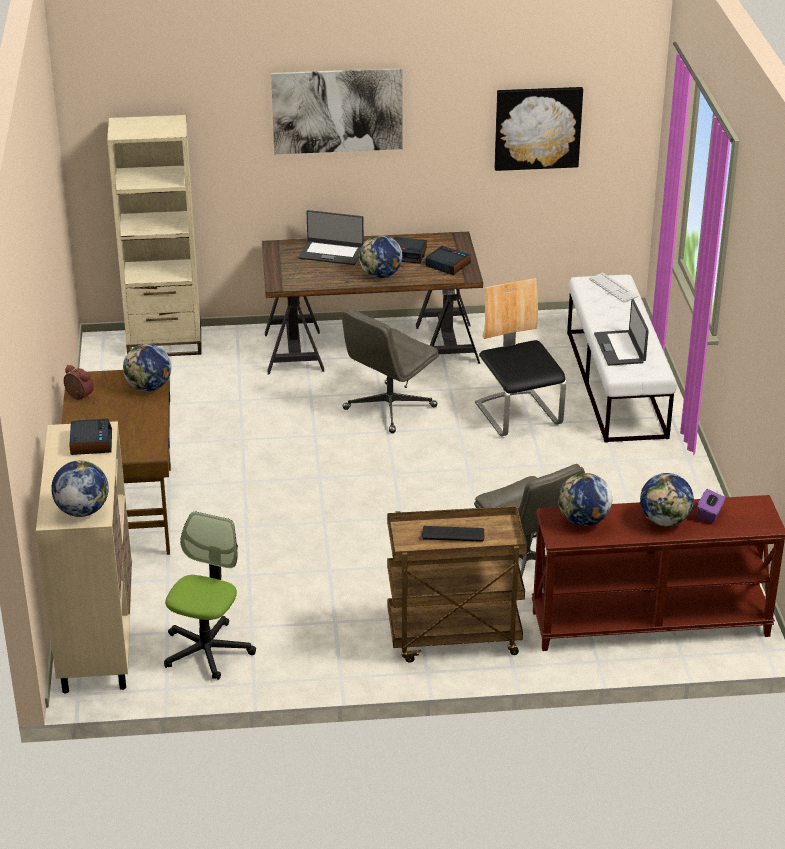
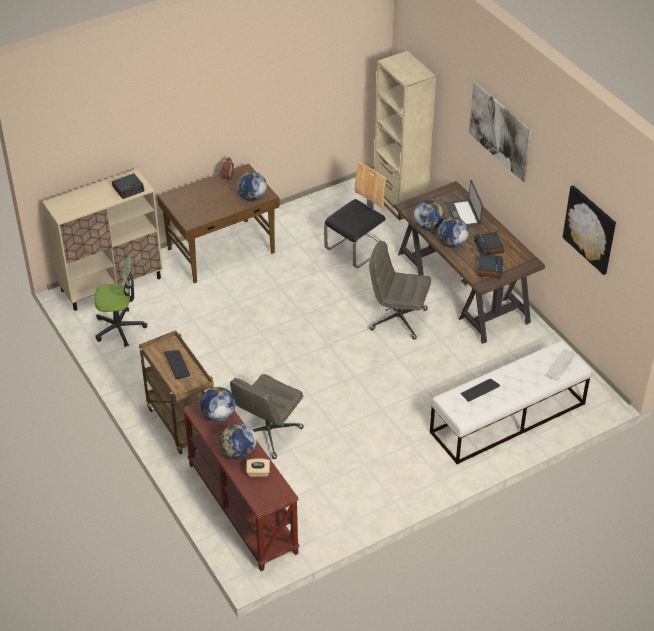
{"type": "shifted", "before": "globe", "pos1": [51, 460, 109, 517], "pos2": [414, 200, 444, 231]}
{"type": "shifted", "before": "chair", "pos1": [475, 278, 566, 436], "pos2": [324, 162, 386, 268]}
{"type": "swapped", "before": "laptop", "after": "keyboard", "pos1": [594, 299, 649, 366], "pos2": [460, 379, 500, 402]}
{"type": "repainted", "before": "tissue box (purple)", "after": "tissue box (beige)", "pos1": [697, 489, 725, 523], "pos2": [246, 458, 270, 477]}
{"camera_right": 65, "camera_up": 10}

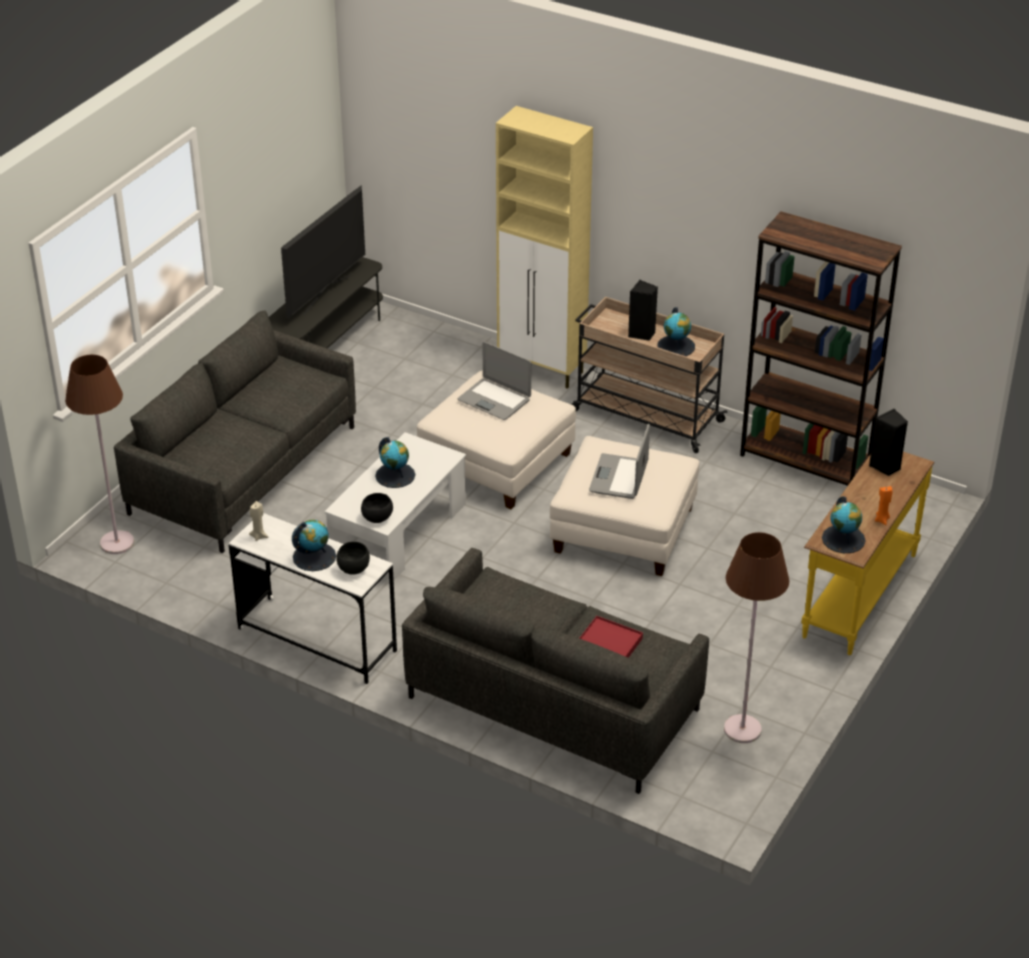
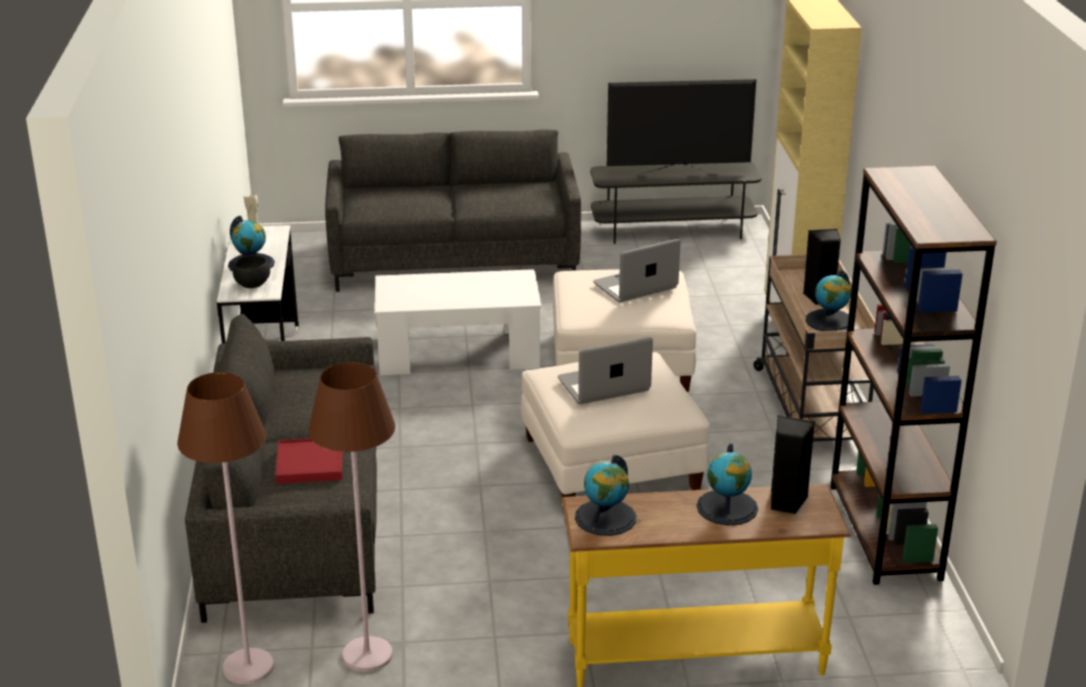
{"type": "shifted", "before": "floor lamp (brown)", "pos1": [65, 355, 134, 554], "pos2": [177, 372, 274, 684]}
{"type": "gone", "before": "bowl (black)", "pos1": [361, 493, 393, 523]}
{"type": "shifted", "before": "globe", "pos1": [375, 437, 415, 488], "pos2": [696, 443, 758, 525]}
{"type": "rotated", "before": "laptop", "pos1": [458, 342, 531, 420], "pos2": [593, 239, 681, 302], "turn": 60}
{"type": "gone", "before": "candle (orange)", "pos1": [875, 486, 892, 525]}
{"camera_right": 55, "camera_up": -10}

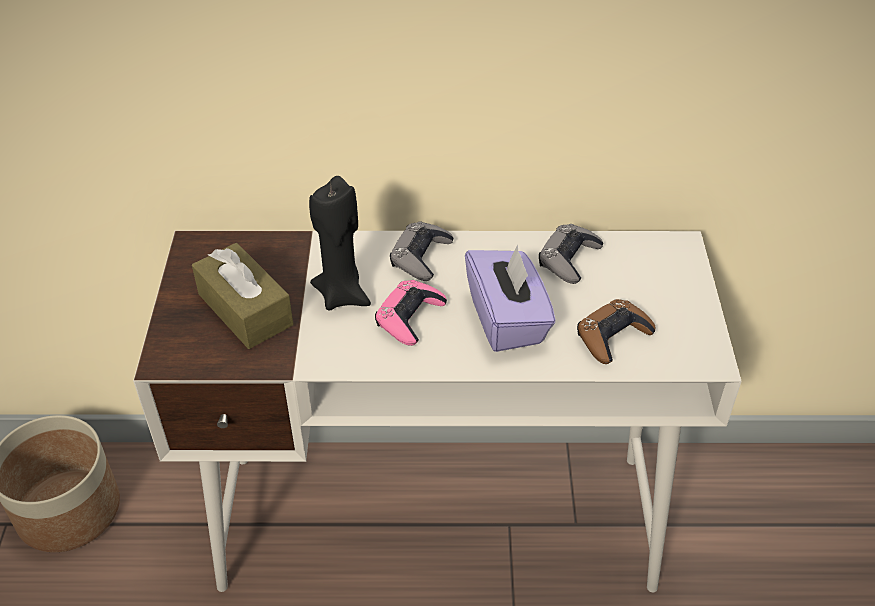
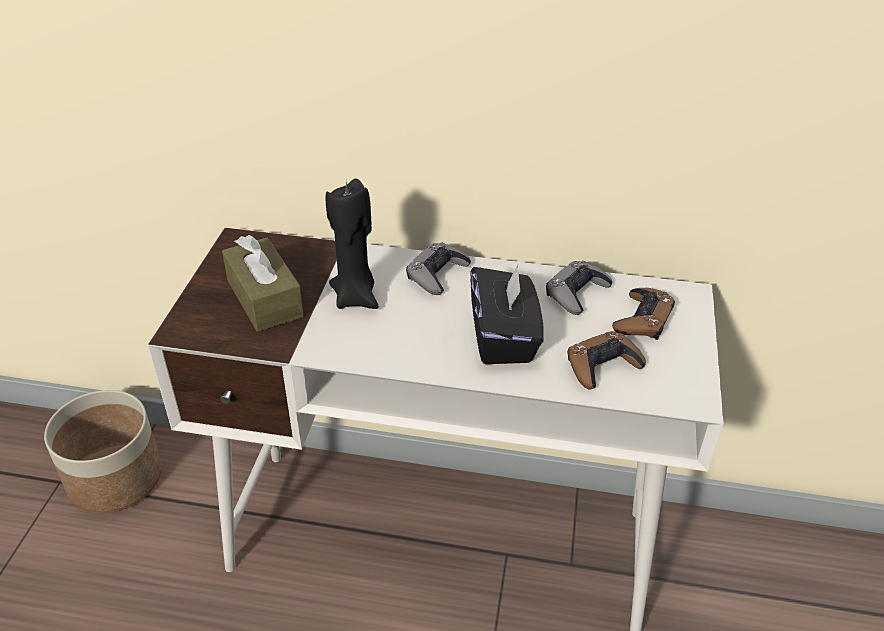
{"type": "gone", "before": "game controller (pink)", "pos1": [375, 280, 447, 346]}
{"type": "repainted", "before": "tissue box (purple)", "after": "tissue box (black)", "pos1": [465, 244, 556, 352], "pos2": [470, 265, 544, 364]}
{"type": "new", "after": "game controller (brown)", "pos2": [612, 288, 675, 340]}
{"camera_right": 10, "camera_up": -5}

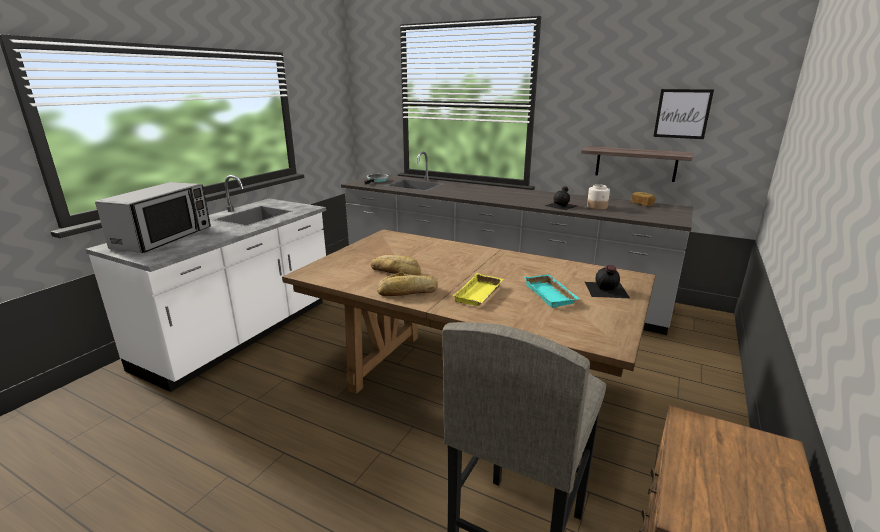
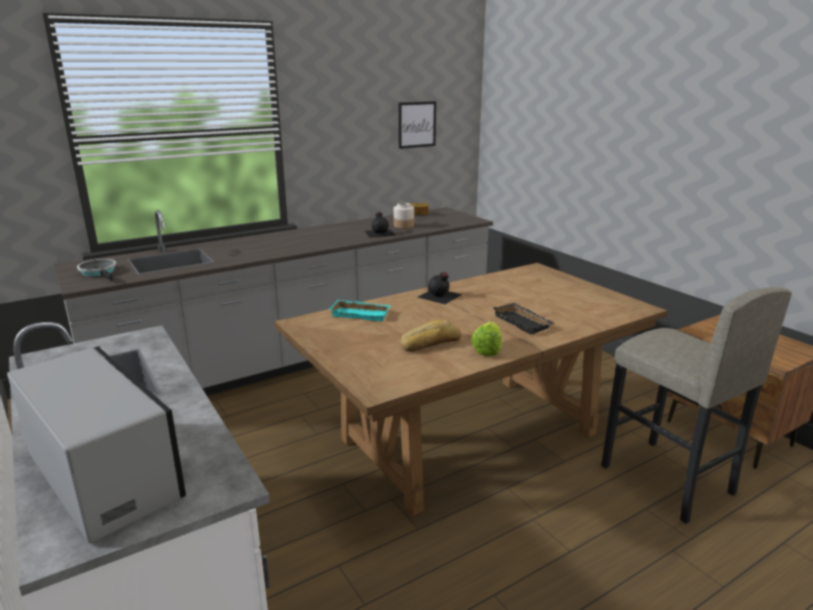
{"type": "swapped", "before": "bread", "after": "lettuce", "pos1": [377, 272, 438, 296], "pos2": [471, 322, 502, 356]}
{"type": "repainted", "before": "tray (yellow)", "after": "tray (black)", "pos1": [453, 273, 503, 306], "pos2": [493, 303, 554, 335]}
{"type": "shifted", "before": "tray (turquoise)", "pos1": [524, 274, 580, 308], "pos2": [329, 300, 391, 321]}
{"type": "gone", "before": "shelf", "pos1": [581, 146, 693, 182]}
{"type": "shifted", "before": "bottle (black)", "pos1": [585, 265, 630, 298], "pos2": [418, 272, 462, 304]}
{"camera_right": -60, "camera_up": 0}

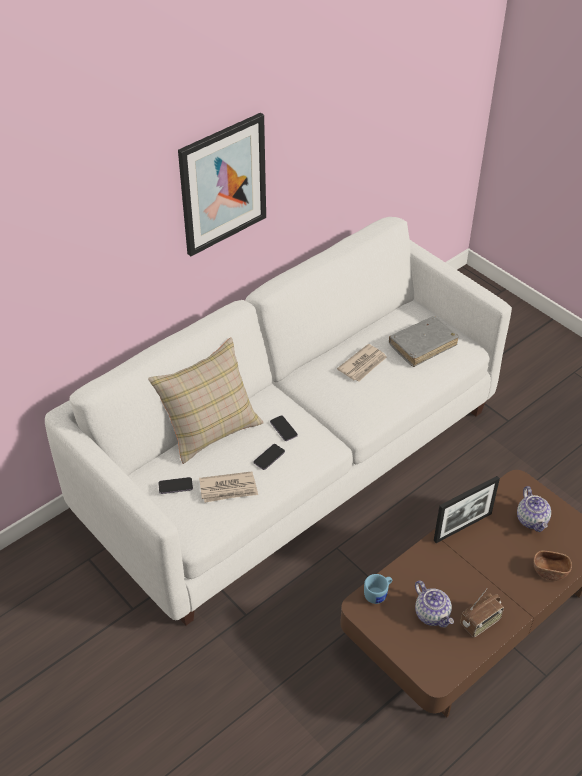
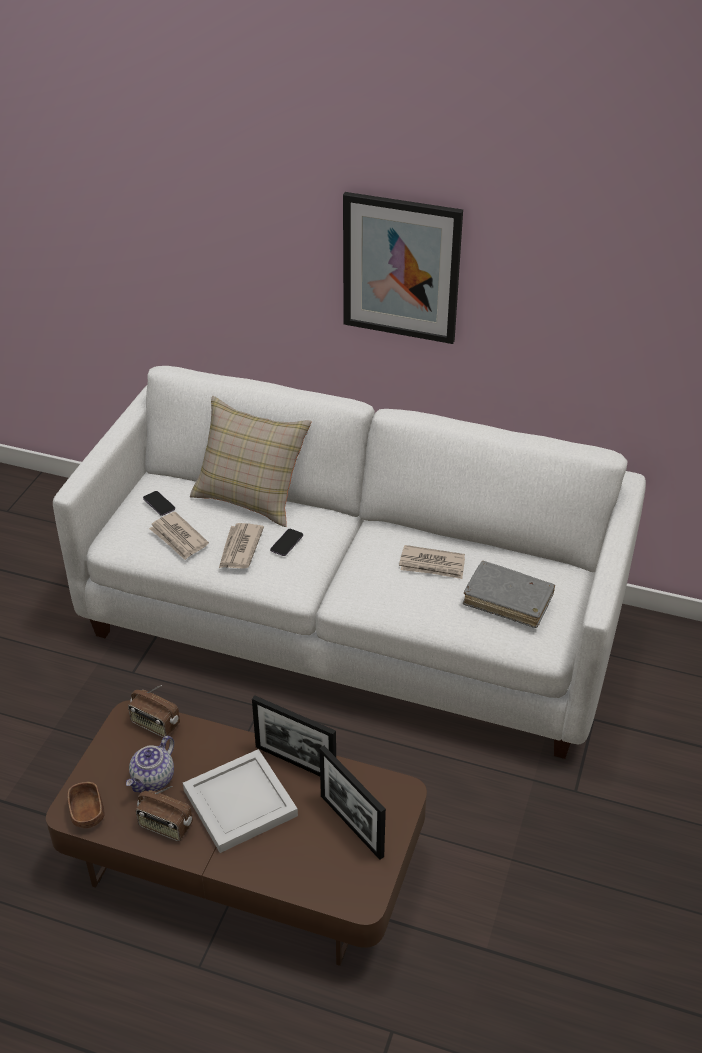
{"type": "swapped", "before": "phone", "after": "newspaper", "pos1": [254, 444, 285, 470], "pos2": [219, 523, 264, 569]}
{"type": "swapped", "before": "mug (blue)", "after": "radio", "pos1": [364, 574, 392, 604], "pos2": [128, 685, 180, 737]}
{"type": "swapped", "before": "teapot", "after": "picture frame", "pos1": [517, 486, 551, 532], "pos2": [320, 746, 386, 860]}
{"type": "shifted", "before": "bowl (brown)", "pos1": [533, 551, 572, 580], "pos2": [67, 782, 105, 828]}
{"type": "new", "after": "tray (white)", "pos2": [183, 749, 298, 853]}
{"camera_right": 60, "camera_up": -5}

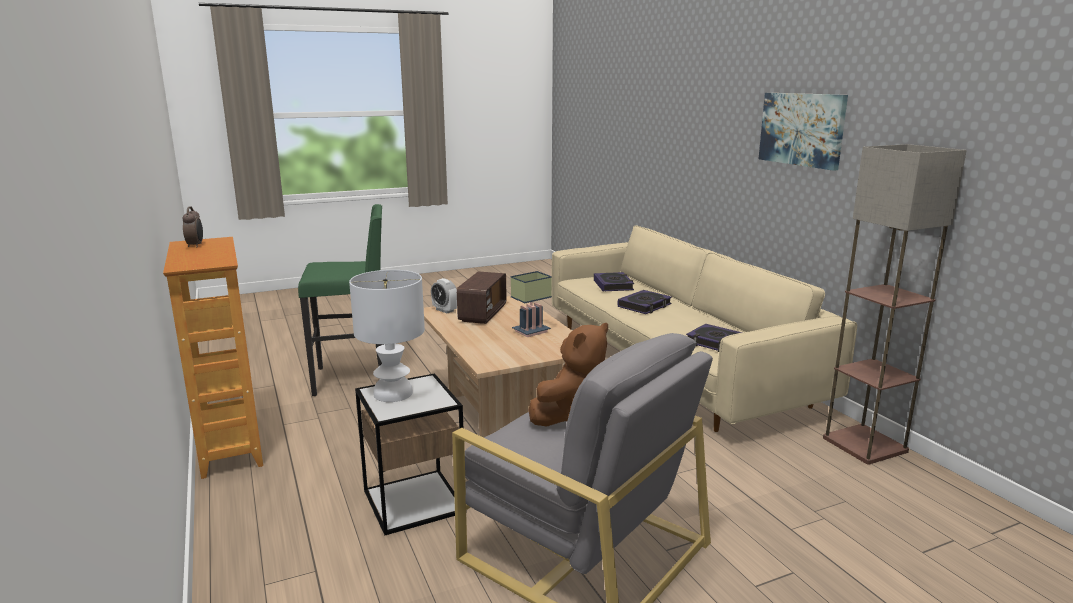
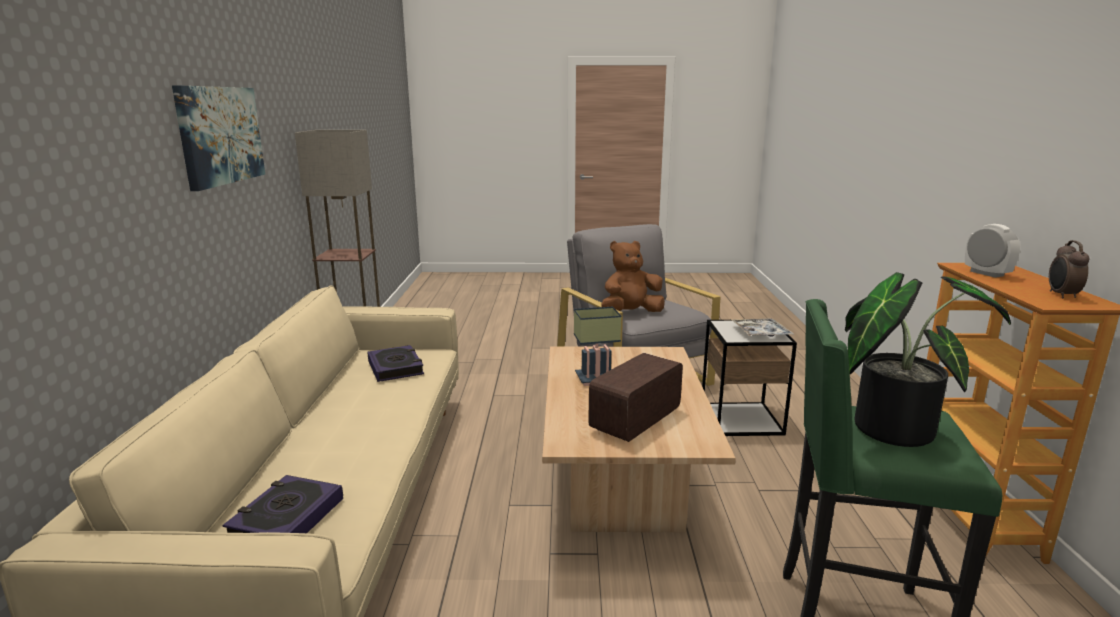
{"type": "swapped", "before": "table lamp (white)", "after": "tray", "pos1": [349, 270, 425, 402], "pos2": [731, 319, 794, 336]}
{"type": "shifted", "before": "alarm clock", "pos1": [431, 278, 457, 313], "pos2": [965, 224, 1020, 278]}
{"type": "gone", "before": "book", "pos1": [618, 290, 672, 314]}
{"type": "new", "after": "potted plant", "pos2": [845, 272, 1011, 447]}
{"camera_right": -155, "camera_up": 0}

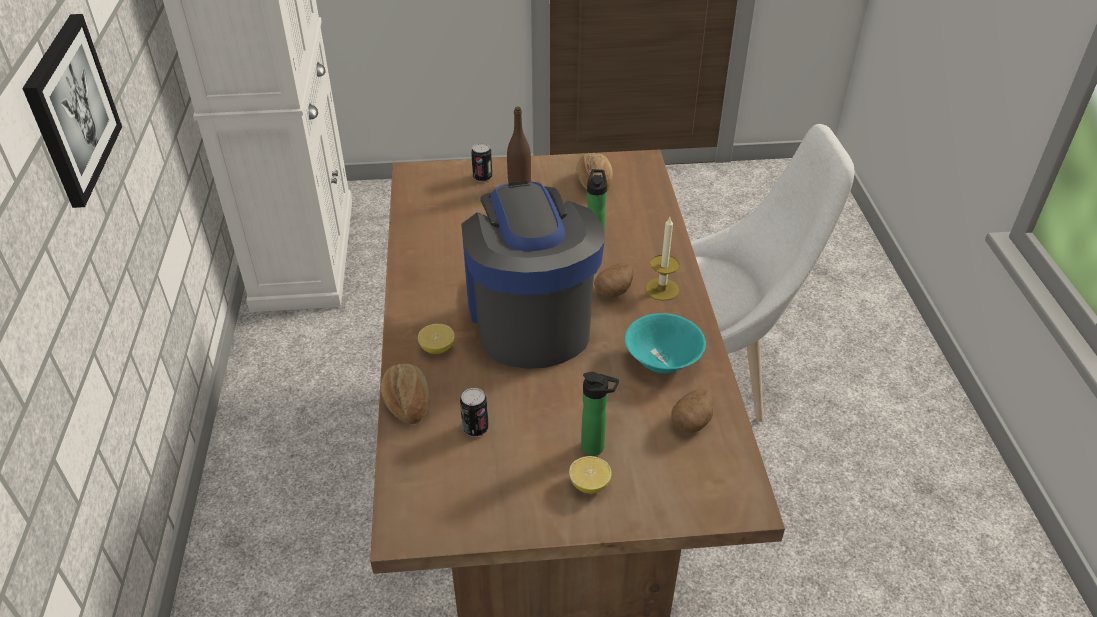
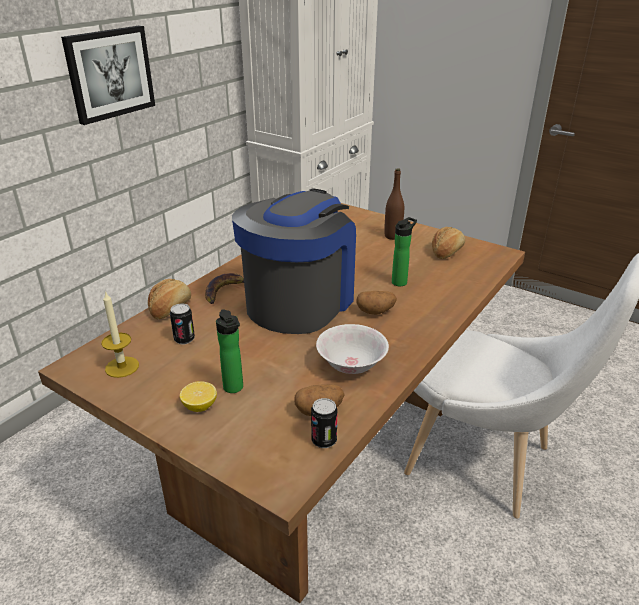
{"type": "swapped", "before": "lemon", "after": "banana", "pos1": [418, 324, 455, 354], "pos2": [205, 273, 244, 304]}
{"type": "shifted", "before": "can", "pos1": [471, 143, 492, 182], "pos2": [311, 398, 337, 448]}
{"type": "repainted", "before": "bowl (turquoise)", "after": "bowl (white)", "pos1": [625, 313, 706, 373], "pos2": [316, 324, 389, 374]}
{"type": "shifted", "before": "candle", "pos1": [645, 217, 680, 301], "pos2": [101, 291, 139, 378]}
{"camera_right": 40, "camera_up": -10}

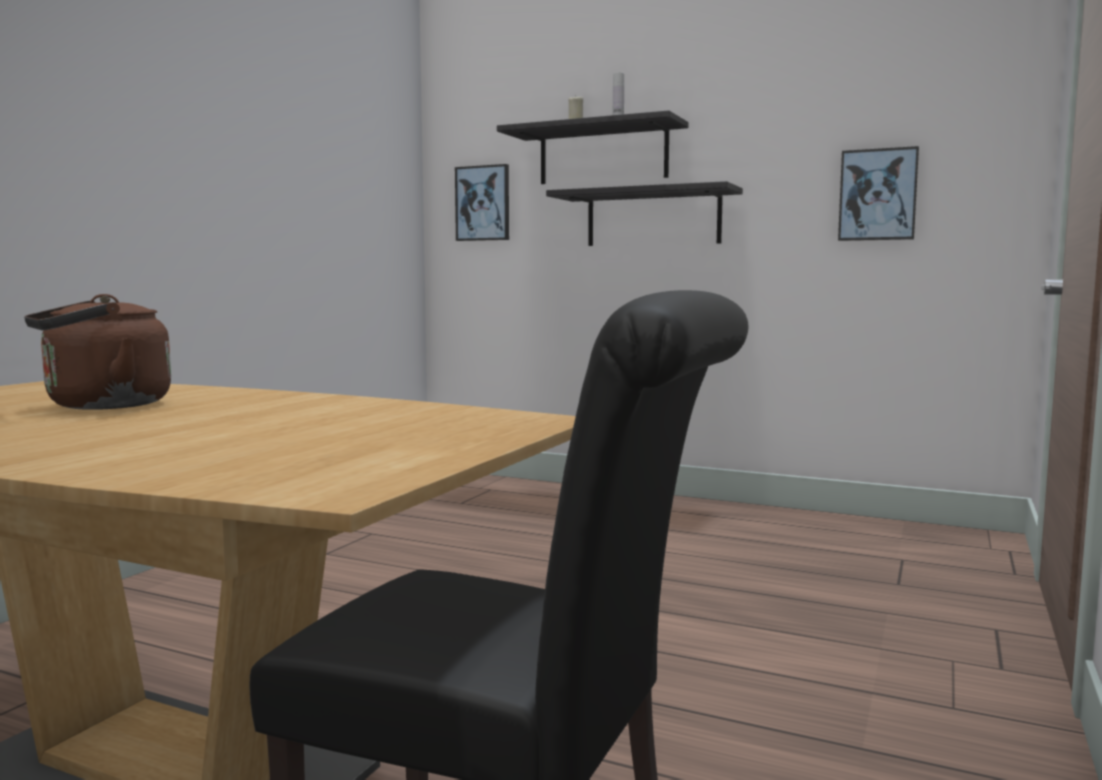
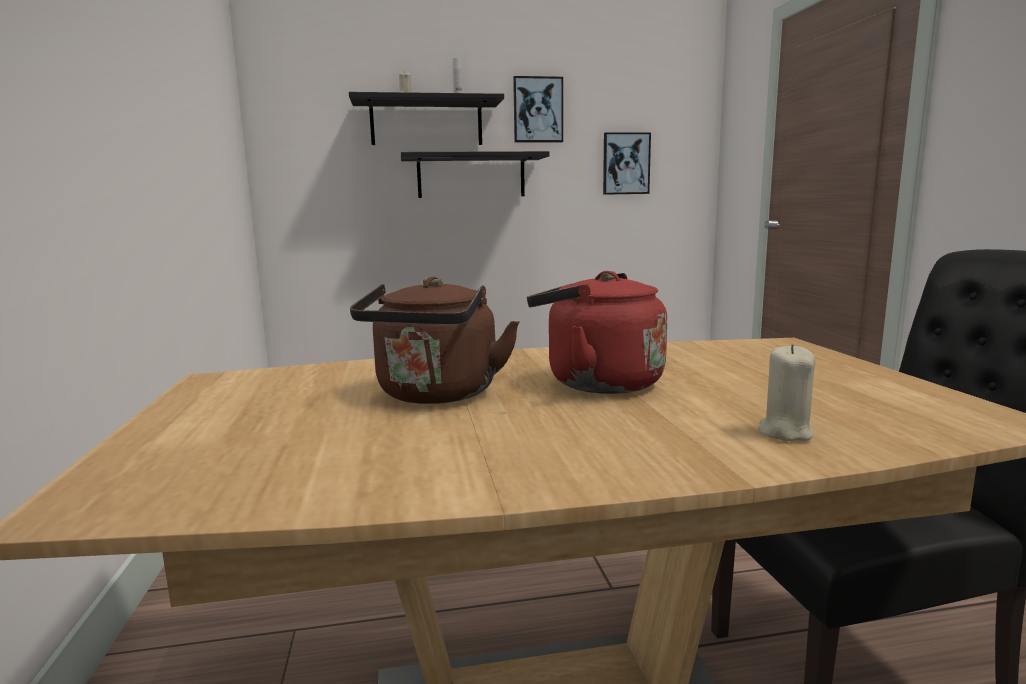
{"type": "shifted", "before": "picture", "pos1": [455, 164, 509, 241], "pos2": [513, 76, 563, 142]}
{"type": "new", "after": "kettle (red)", "pos2": [527, 271, 667, 394]}
{"type": "new", "after": "candle (beige)", "pos2": [758, 344, 815, 441]}
{"camera_right": -35, "camera_up": 5}

